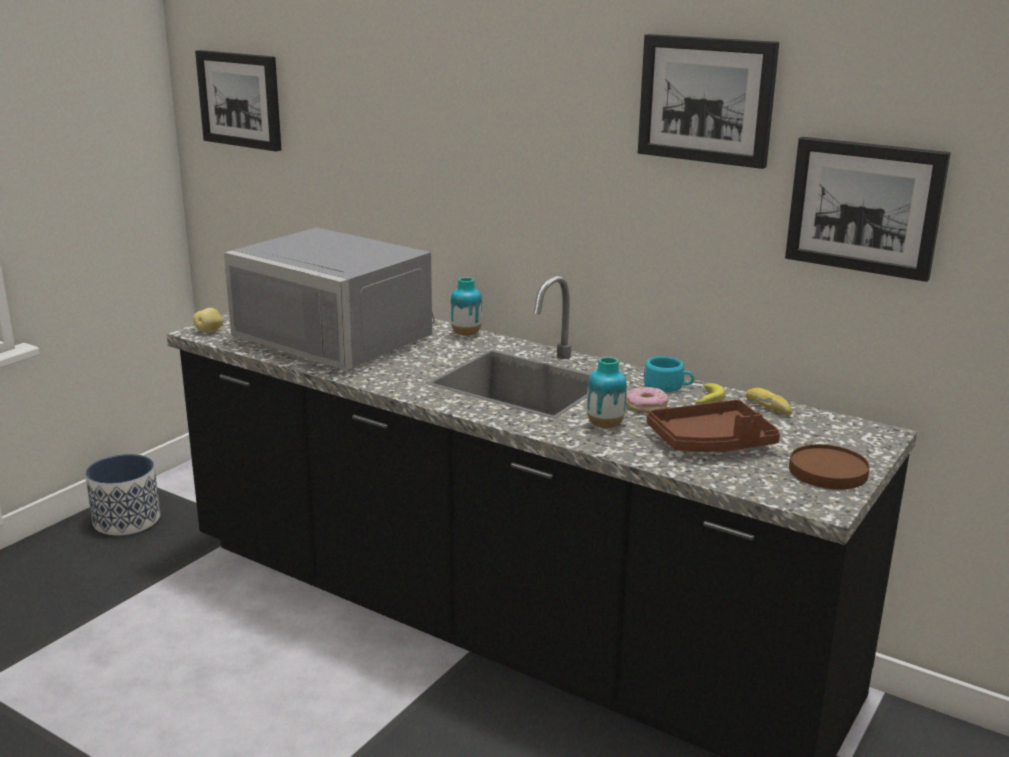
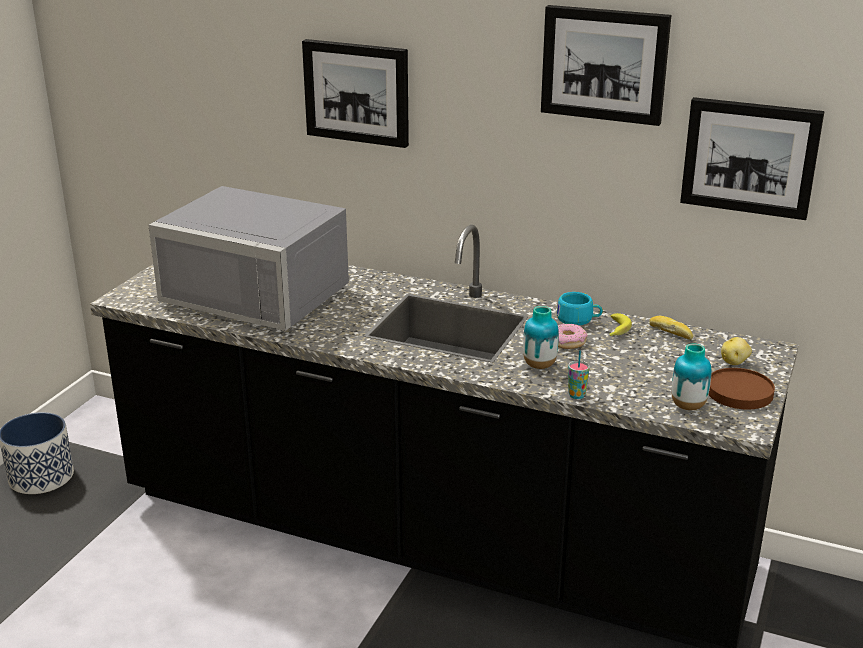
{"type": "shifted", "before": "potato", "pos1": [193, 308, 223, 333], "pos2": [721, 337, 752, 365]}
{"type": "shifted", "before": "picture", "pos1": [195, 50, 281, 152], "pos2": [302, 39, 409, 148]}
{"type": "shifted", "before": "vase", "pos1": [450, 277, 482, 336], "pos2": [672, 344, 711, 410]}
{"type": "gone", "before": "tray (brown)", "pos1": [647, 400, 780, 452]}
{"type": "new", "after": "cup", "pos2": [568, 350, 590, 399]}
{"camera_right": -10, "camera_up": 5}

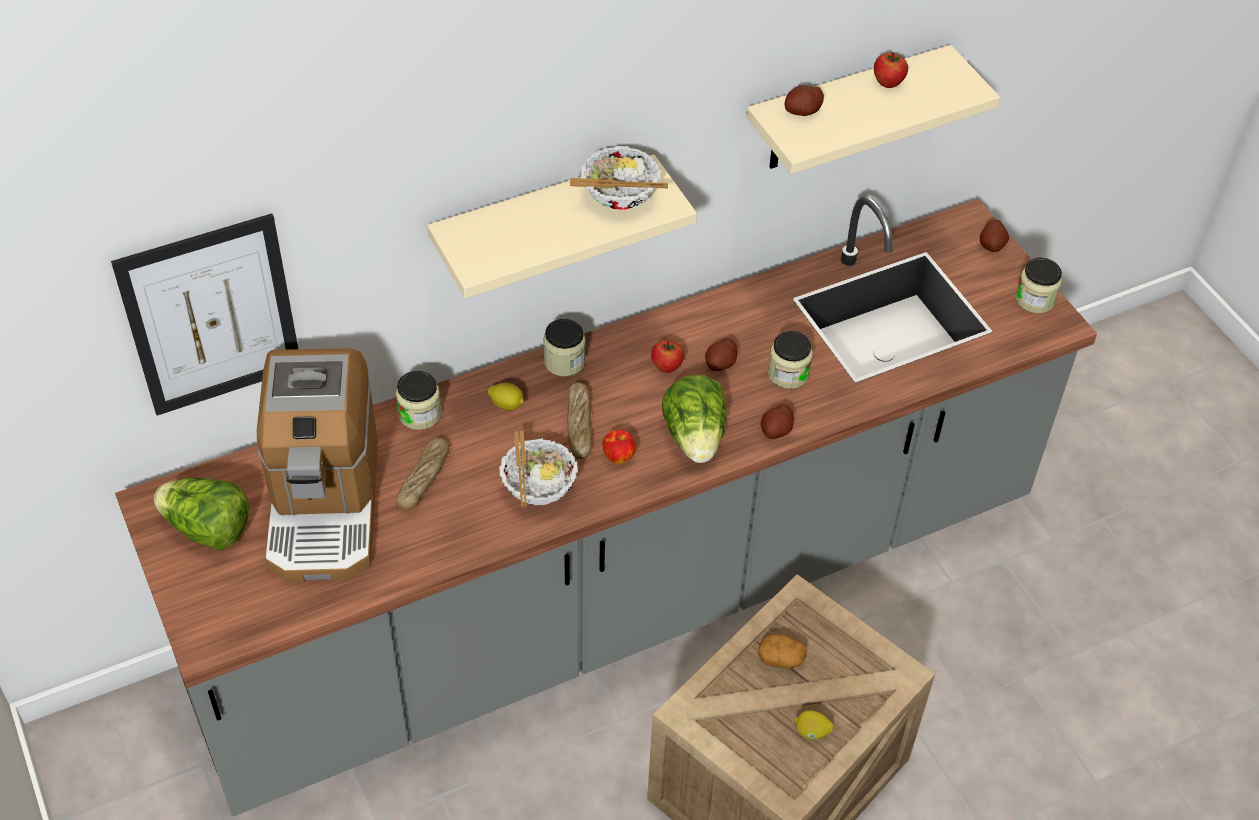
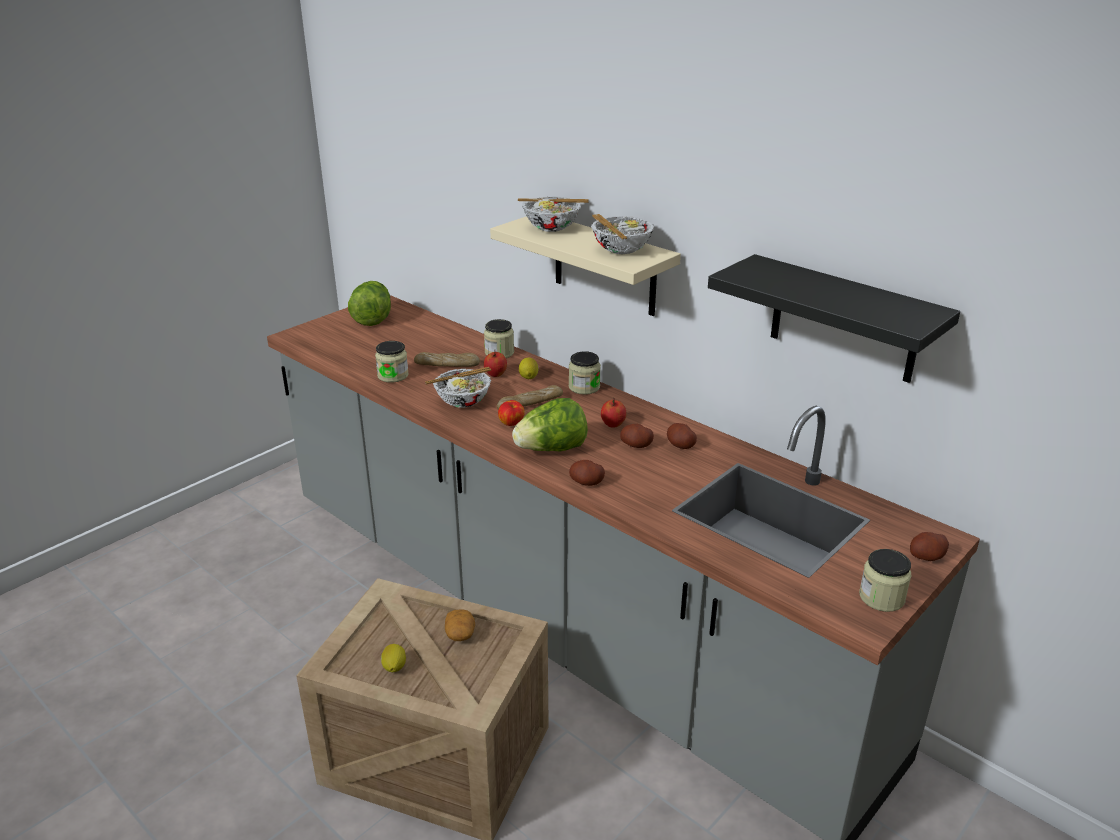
{"type": "gone", "before": "picture", "pos1": [111, 213, 298, 416]}
{"type": "gone", "before": "coffee machine", "pos1": [257, 348, 378, 582]}
{"type": "repainted", "before": "shelf (beige)", "after": "shelf (black)", "pos1": [746, 45, 1000, 174], "pos2": [708, 254, 960, 383]}
{"type": "shifted", "before": "jar", "pos1": [768, 331, 813, 389], "pos2": [375, 341, 409, 383]}
{"type": "shifted", "before": "potato", "pos1": [785, 85, 824, 116], "pos2": [667, 423, 697, 449]}
{"type": "shifted", "before": "apple", "pos1": [874, 52, 908, 88], "pos2": [484, 350, 507, 377]}
{"type": "new", "after": "bowl", "pos2": [518, 196, 589, 232]}
{"camera_right": 70, "camera_up": -20}

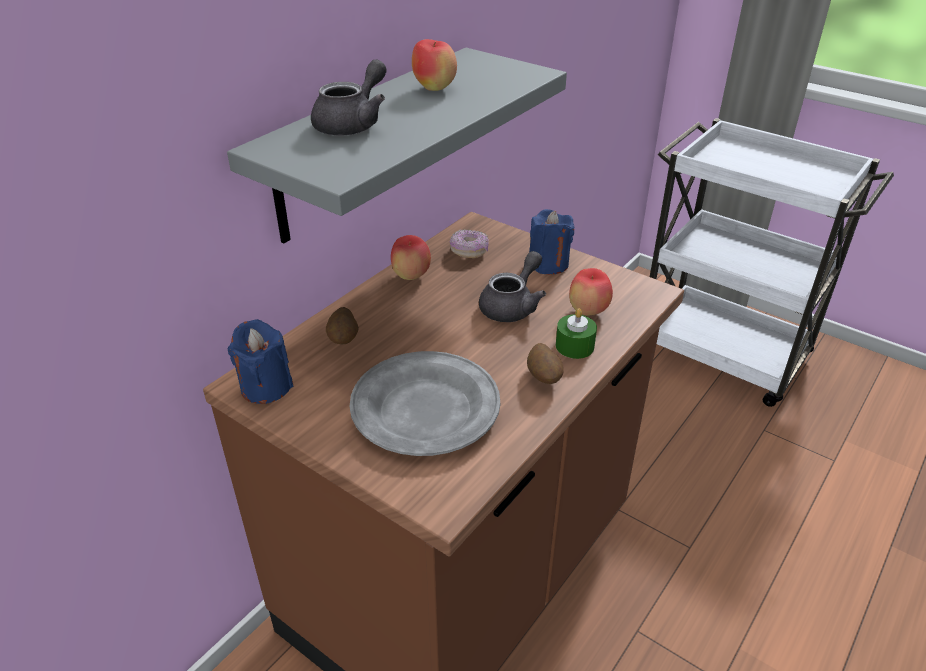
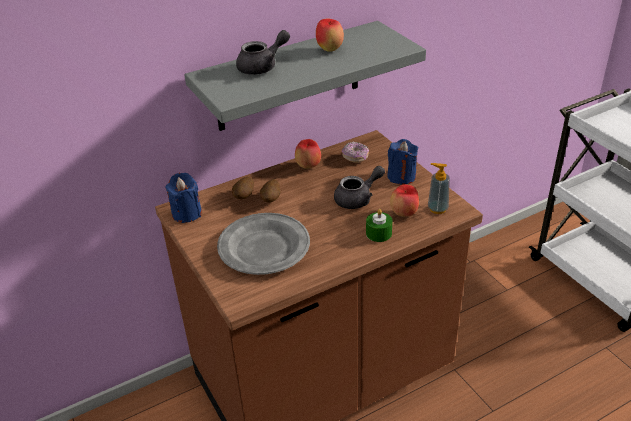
{"type": "shifted", "before": "potato", "pos1": [527, 343, 564, 384], "pos2": [260, 179, 281, 202]}
{"type": "new", "after": "soap dispenser", "pos2": [428, 163, 450, 214]}
{"camera_right": 25, "camera_up": 0}

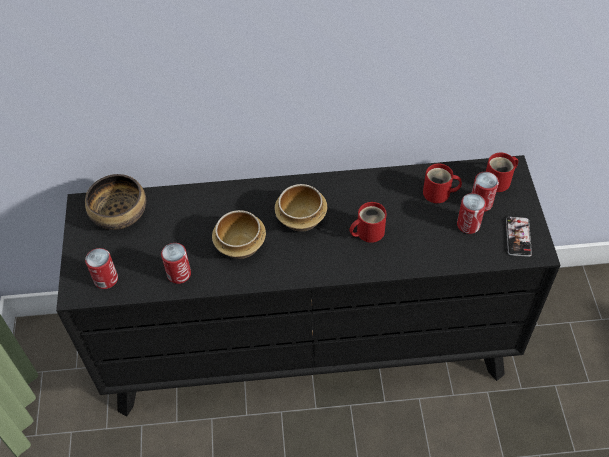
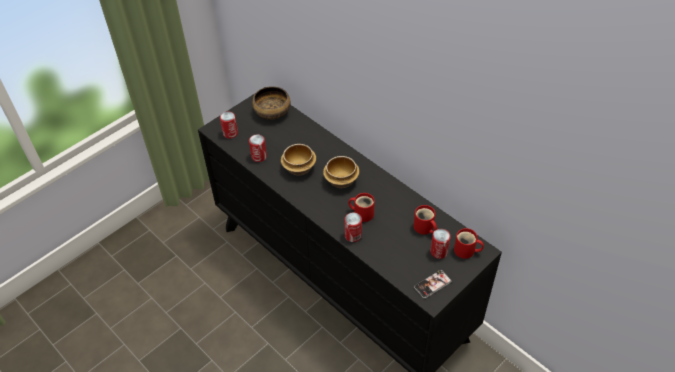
{"type": "shifted", "before": "can", "pos1": [457, 193, 486, 234], "pos2": [344, 213, 362, 242]}
{"camera_right": 50, "camera_up": -5}

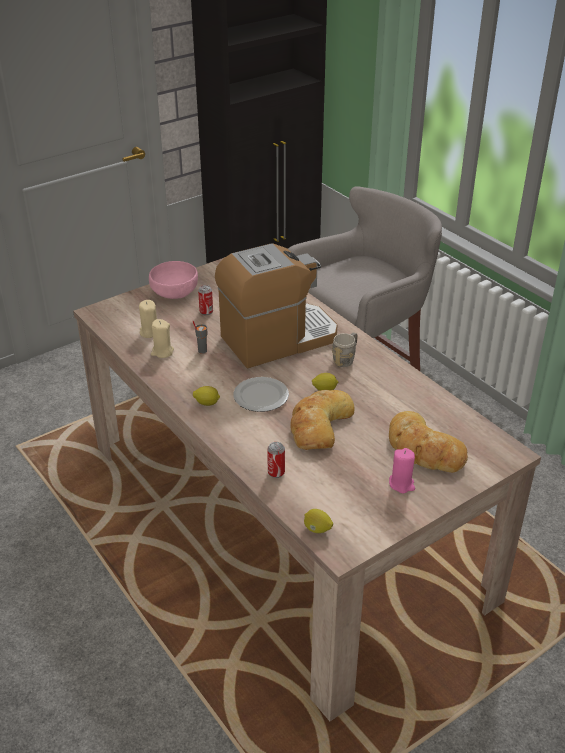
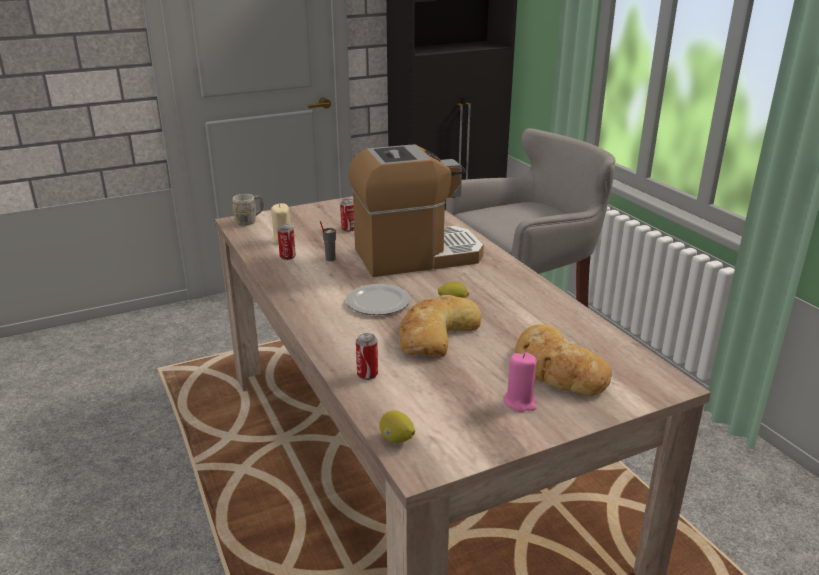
{"type": "gone", "before": "bowl (pink)", "pos1": [149, 261, 198, 299]}
{"type": "swapped", "before": "candle (beige)", "after": "can", "pos1": [151, 319, 174, 358], "pos2": [277, 224, 296, 260]}
{"type": "gone", "before": "lemon", "pos1": [193, 386, 220, 406]}
{"type": "shifted", "before": "mug (grey)", "pos1": [332, 333, 357, 367], "pos2": [232, 194, 264, 226]}
{"camera_right": 10, "camera_up": -10}

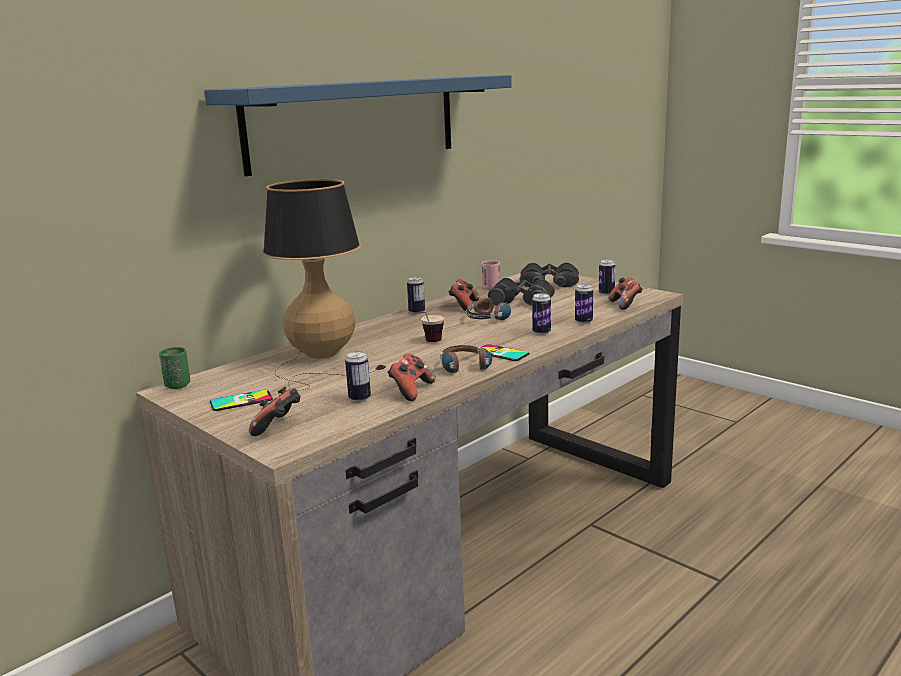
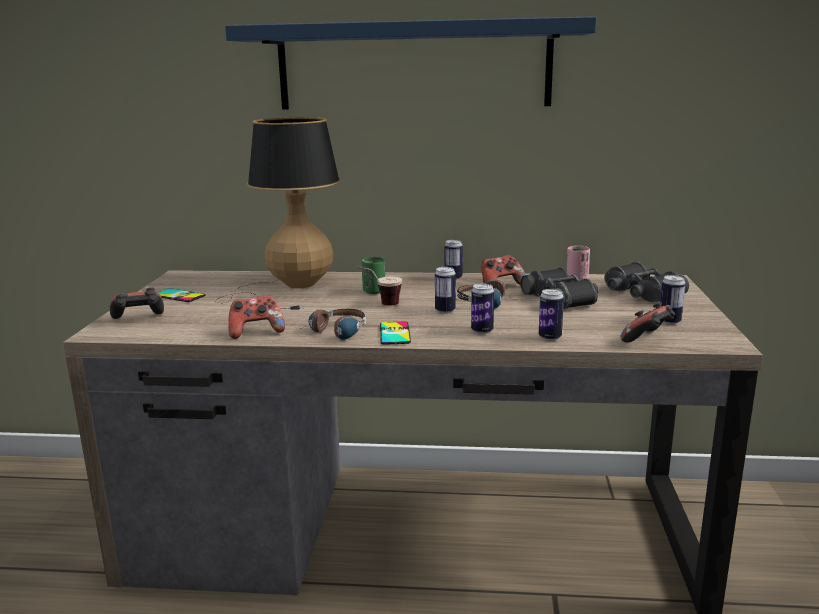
{"type": "shifted", "before": "cup (green)", "pos1": [159, 347, 190, 389], "pos2": [362, 257, 385, 294]}
{"type": "shifted", "before": "can", "pos1": [345, 351, 371, 402], "pos2": [435, 267, 456, 313]}
{"camera_right": 50, "camera_up": 0}

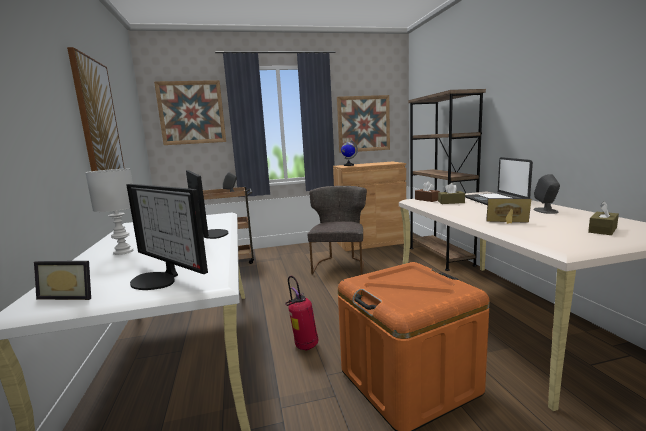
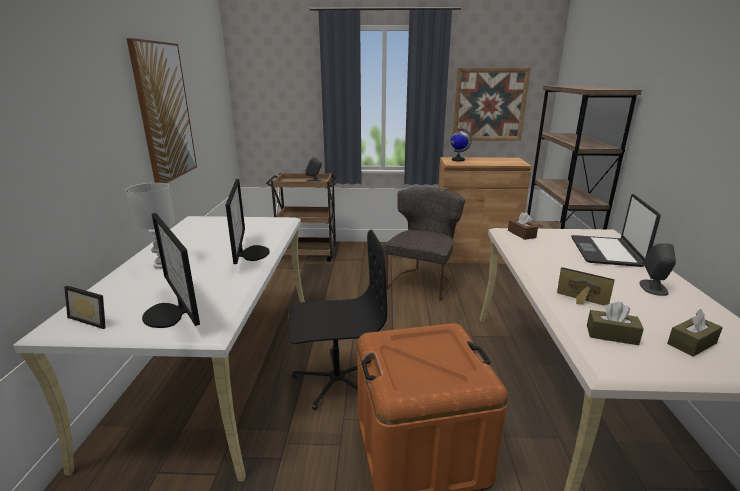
{"type": "gone", "before": "picture", "pos1": [154, 80, 226, 145]}
{"type": "swapped", "before": "fire extinguisher", "after": "office chair (black)", "pos1": [285, 276, 318, 350], "pos2": [288, 230, 387, 410]}
{"type": "shifted", "before": "tissue box (brown)", "pos1": [438, 183, 465, 204], "pos2": [587, 302, 644, 345]}
{"camera_right": 15, "camera_up": 10}

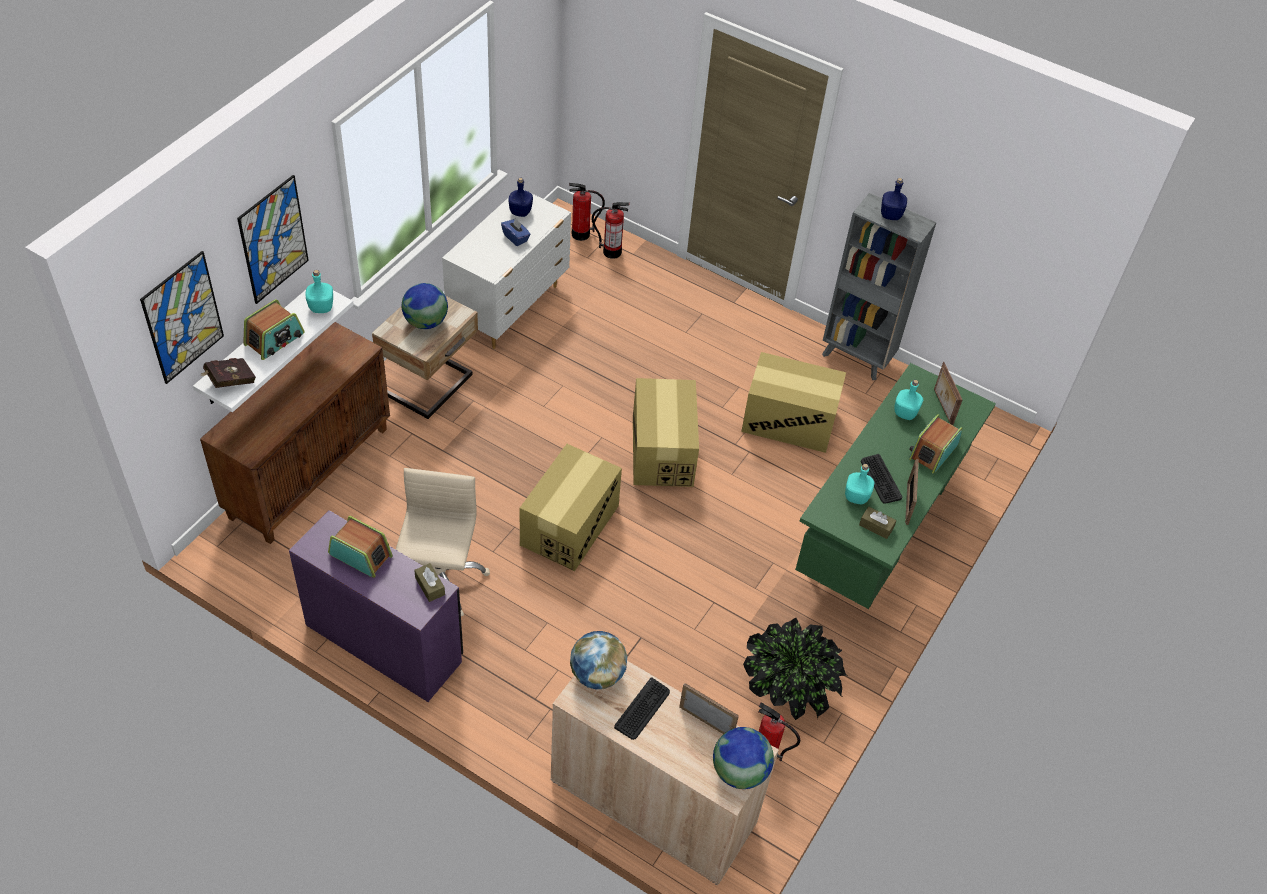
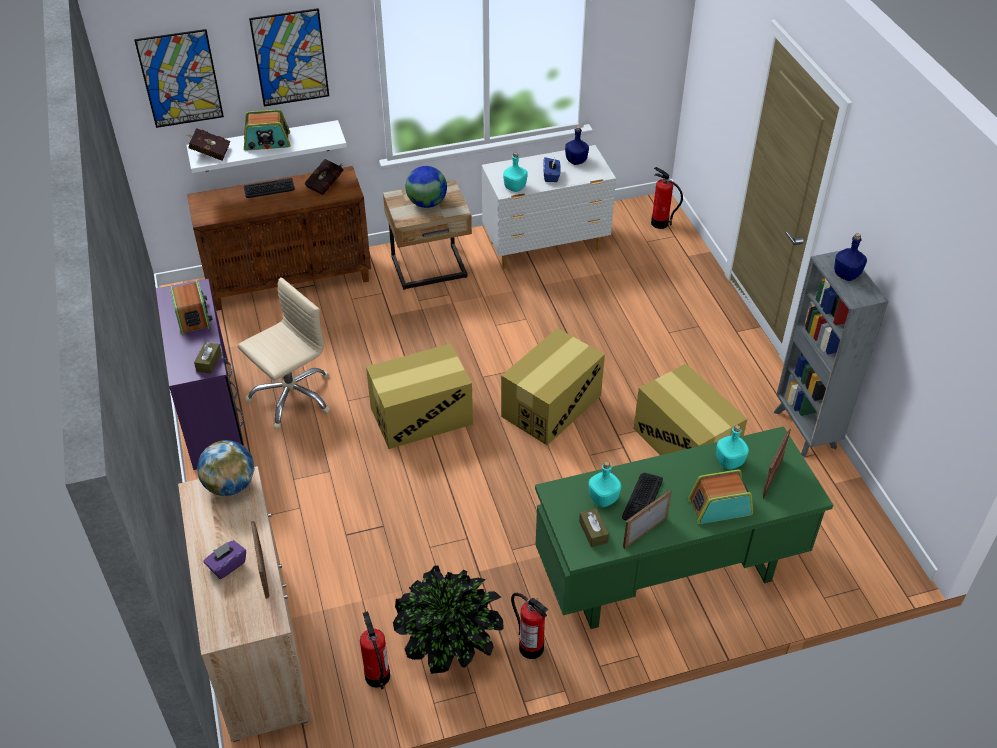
{"type": "shifted", "before": "bottle (turquoise)", "pos1": [305, 270, 333, 313], "pos2": [503, 152, 528, 192]}
{"type": "shifted", "before": "fire extinguisher", "pos1": [591, 202, 630, 259], "pos2": [511, 593, 548, 659]}
{"type": "shifted", "before": "keyboard", "pos1": [614, 677, 670, 740], "pos2": [244, 178, 295, 198]}
{"type": "gone", "before": "globe", "pos1": [713, 727, 774, 789]}
{"type": "new", "after": "tissue box (purple)", "pos2": [203, 540, 246, 579]}
{"type": "new", "after": "book (red)", "pos2": [304, 159, 343, 195]}
{"camera_right": 45, "camera_up": -5}

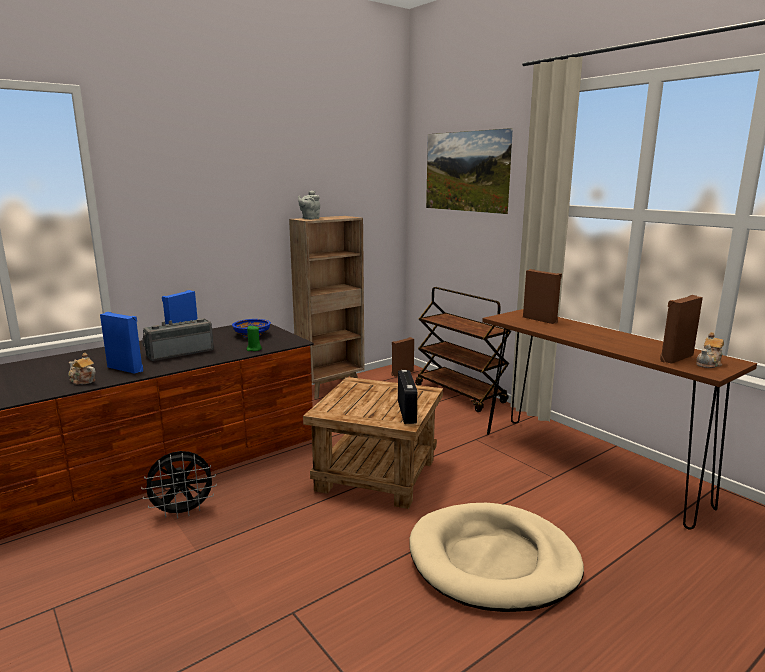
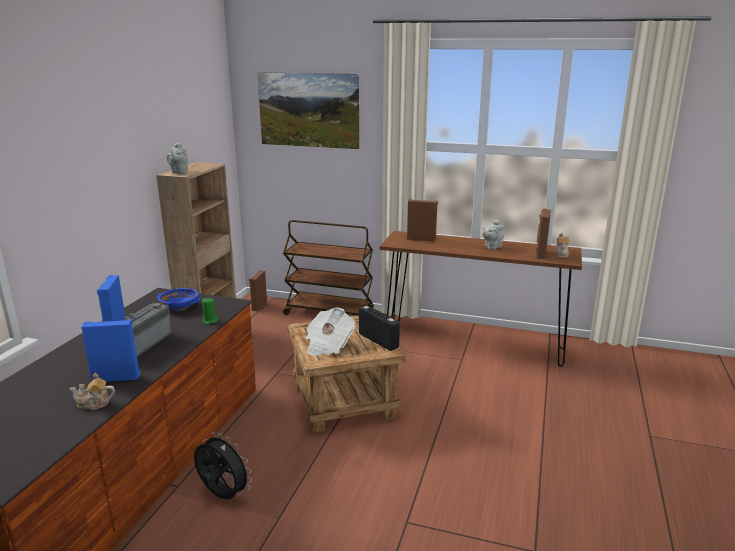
{"type": "rotated", "before": "fan (black)", "pos1": [141, 451, 217, 519], "pos2": [194, 432, 252, 499], "turn": -90}
{"type": "gone", "before": "dog bed (beige)", "pos1": [410, 503, 584, 612]}
{"type": "new", "after": "newspaper", "pos2": [306, 307, 356, 356]}
{"type": "new", "after": "teapot (grey)", "pos2": [482, 220, 504, 249]}
{"camera_right": -35, "camera_up": 5}

